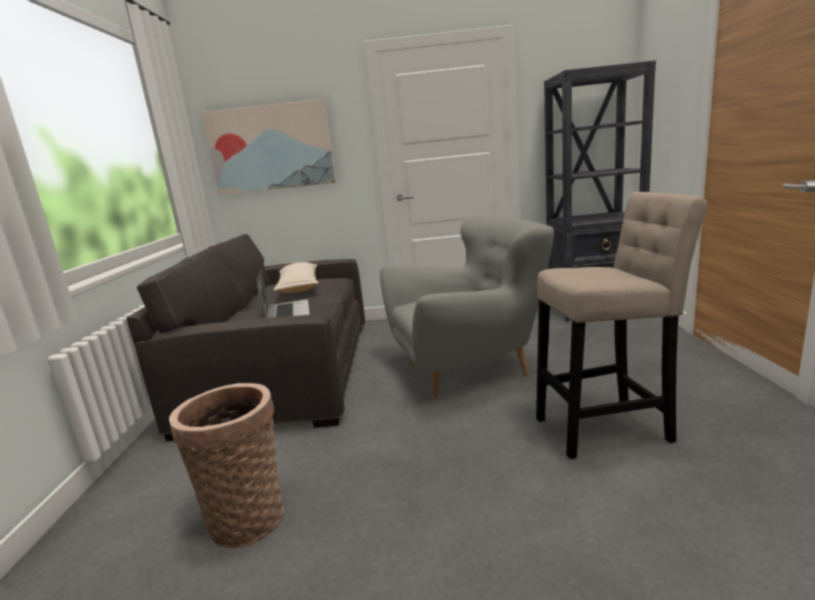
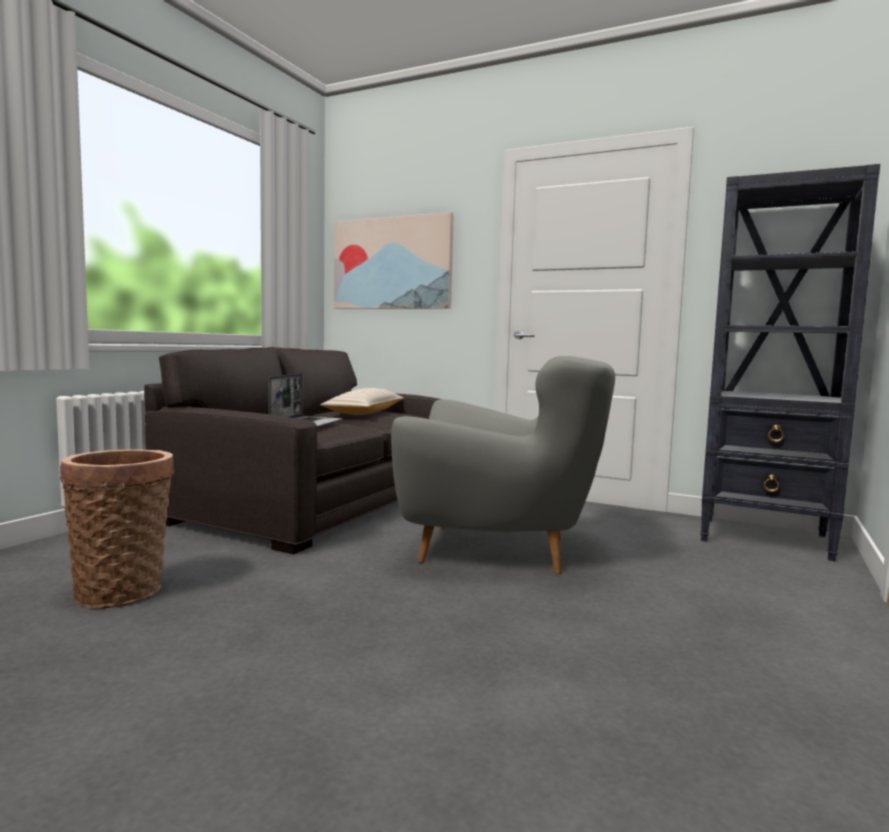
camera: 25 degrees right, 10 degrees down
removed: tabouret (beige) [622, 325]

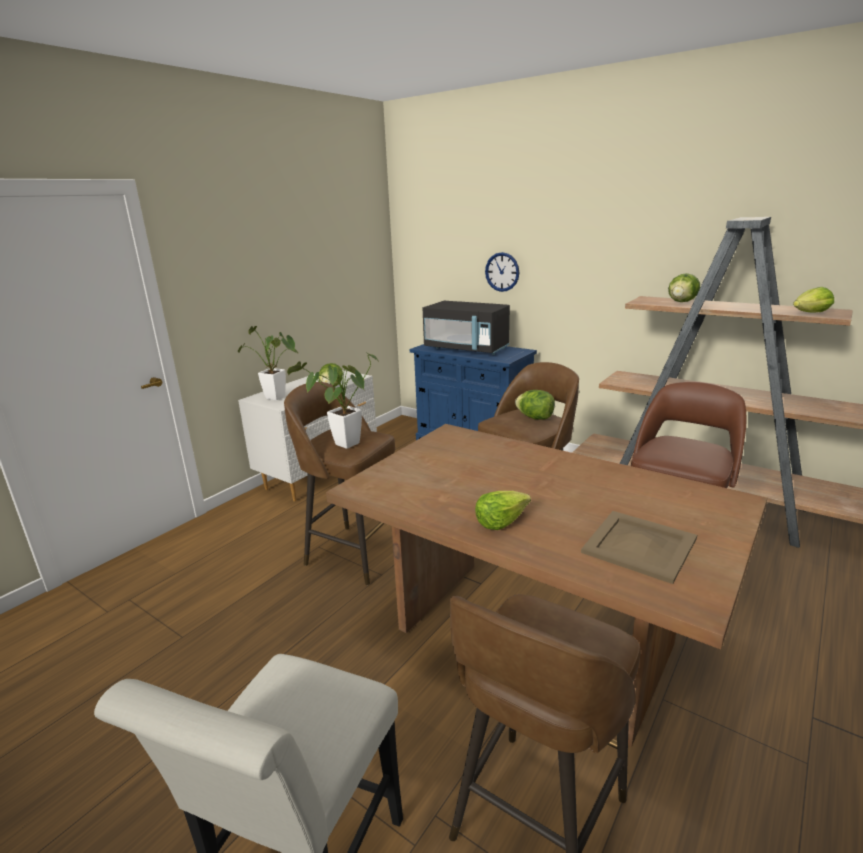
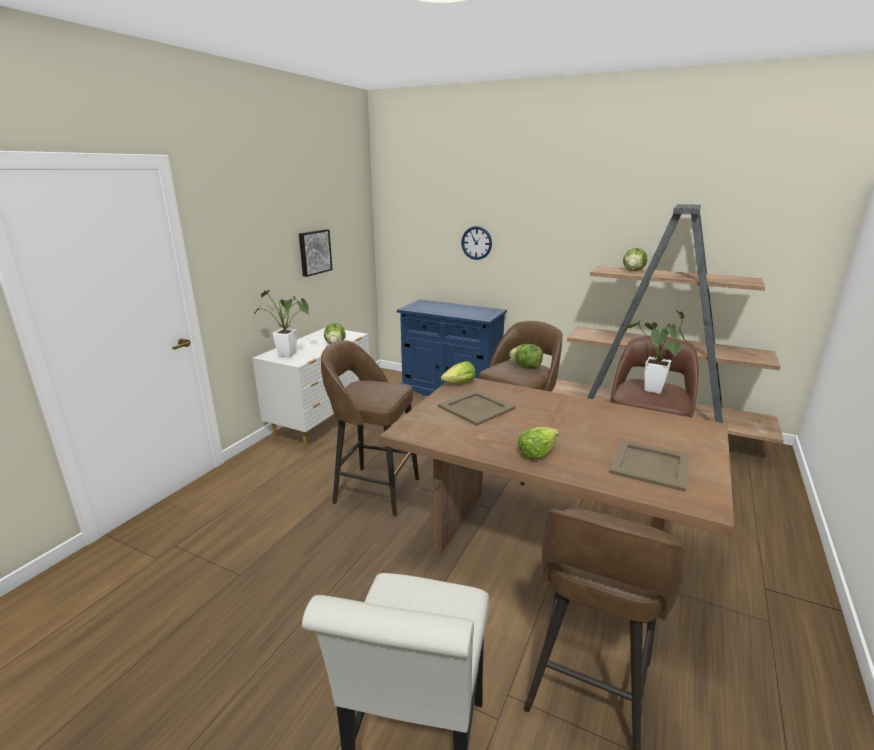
camera: 10 degrees left, 0 degrees up
removed: micro-ondes (noir) [466, 328]
added: tableau [316, 253]; plateau (beige) [477, 408]
moved: plante en pot [333, 401] to [654, 352]; laitue [813, 300] to [458, 372]

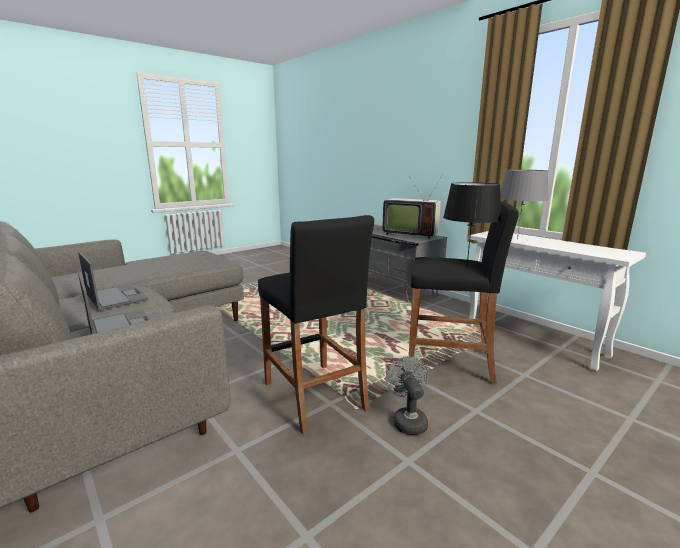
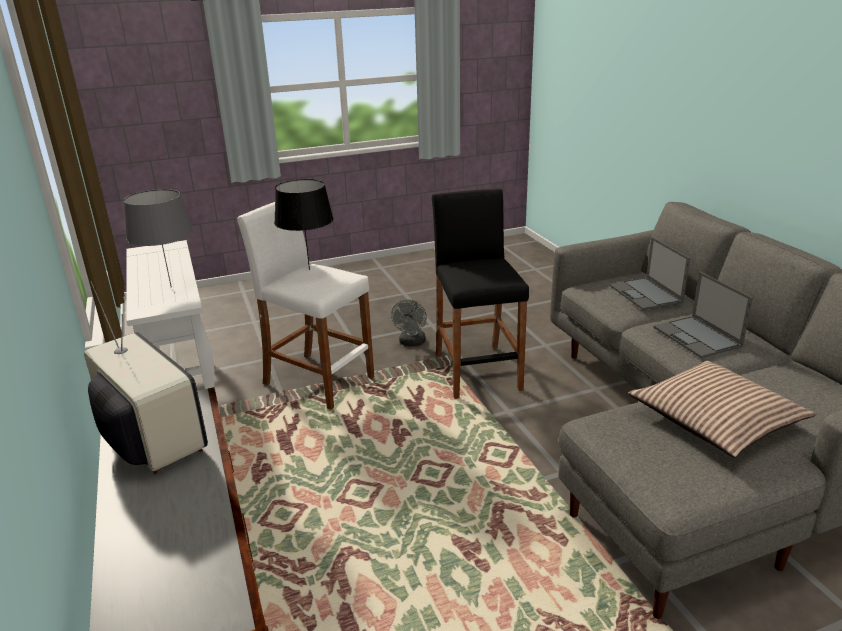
camera: 160 degrees left, 10 degrees up
added: coussin [721, 409]
recoloured: tabouret (noir) [463, 292] to tabouret (blanc) [305, 306]

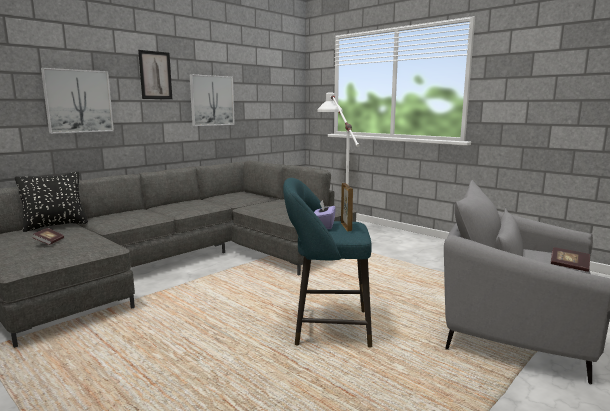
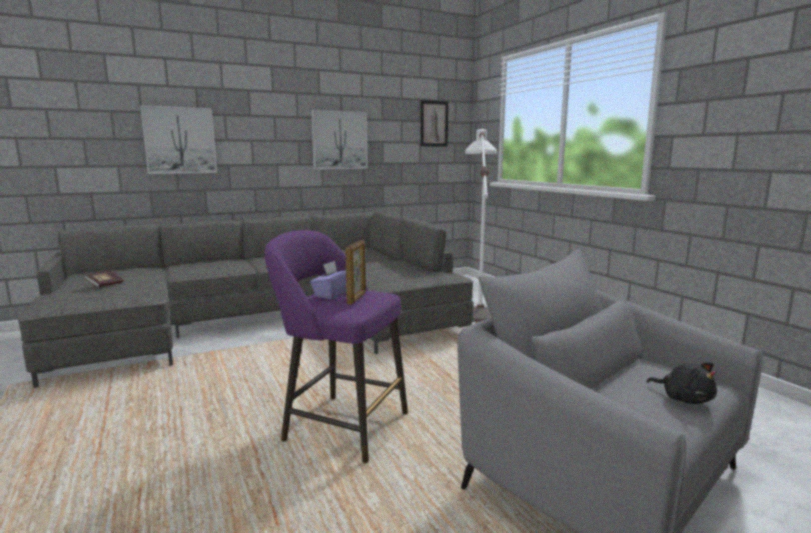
camera: 20 degrees right, 0 degrees up
removed: coussin (noir) [51, 202]
moved: tableau [155, 74] to [434, 123]
replaced: livre [570, 259] to peluche (noir) [682, 383]
recoloured: tabouret (turquoise) [327, 262] to tabouret (violet) [336, 346]

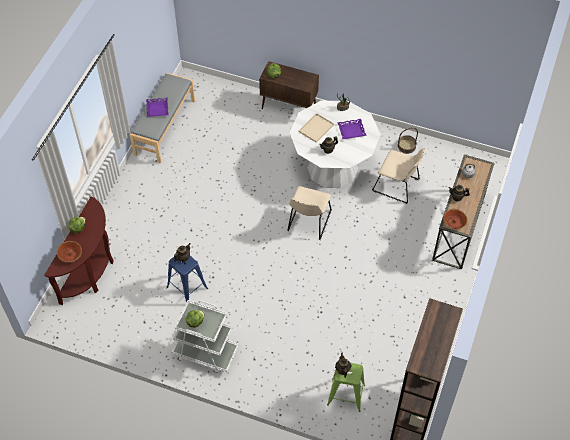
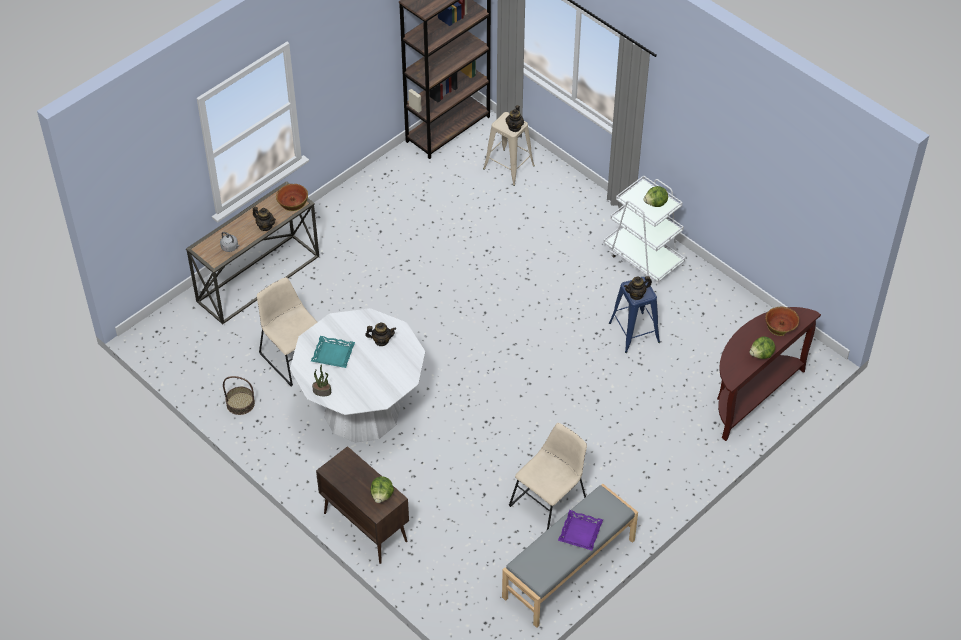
camera: 155 degrees left, 5 degrees down
removed: plateau (beige) [316, 128]
moved: chaise (beige) [309, 213] to [548, 476]
recoloured: tabouret (vert) [346, 387] to tabouret (beige) [509, 149]; plateau (violet) [352, 129] to plateau (turquoise) [333, 352]

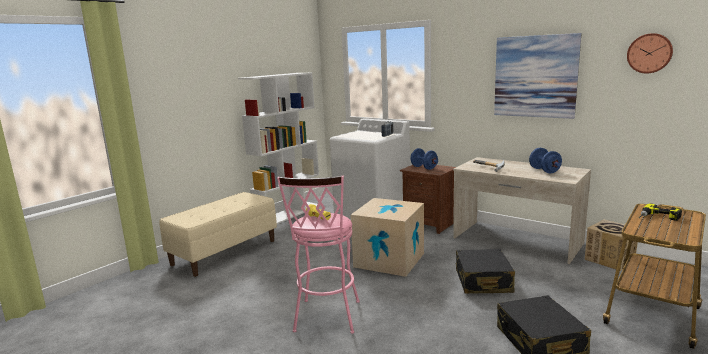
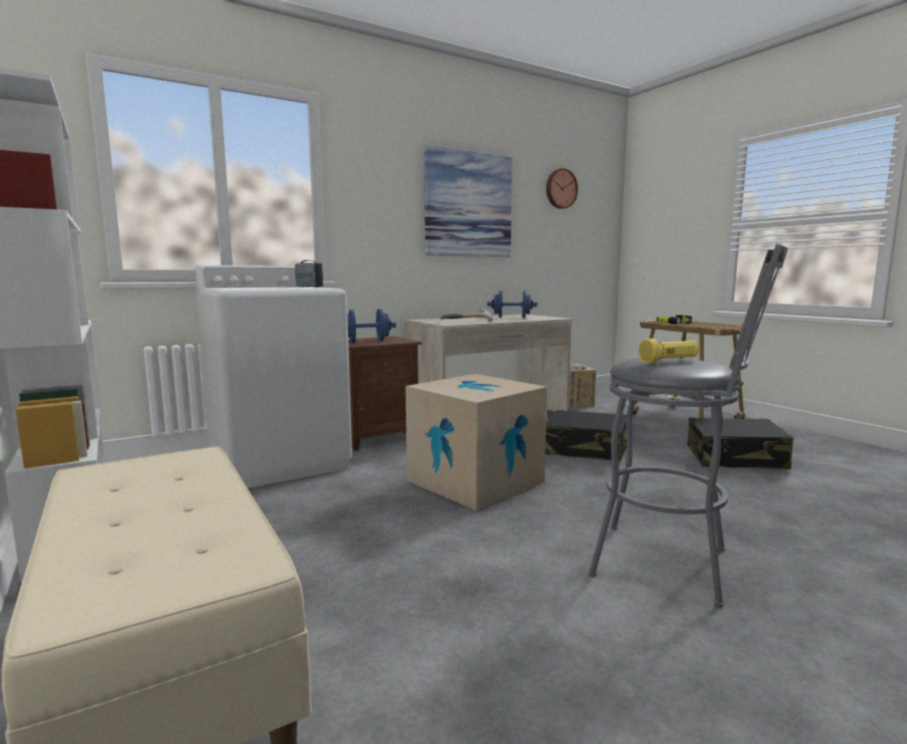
camera: 70 degrees left, 5 degrees down
recoloured: tabouret (rose) [318, 255] to tabouret (gris) [688, 425]

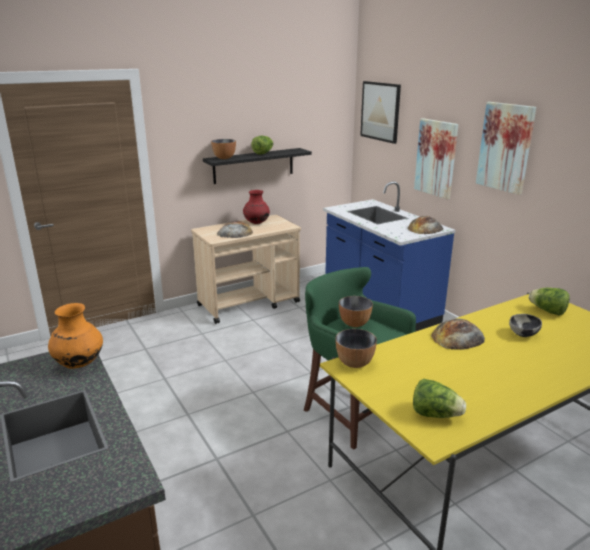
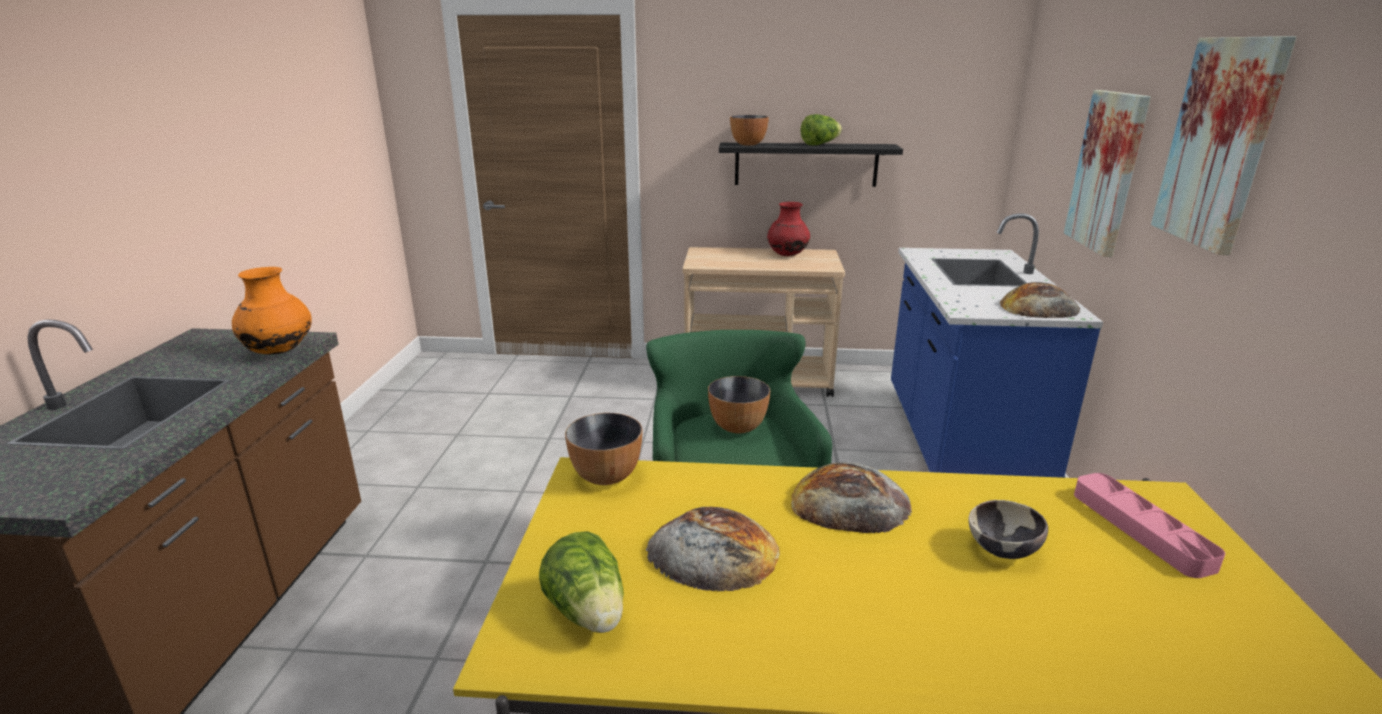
camera: 35 degrees right, 0 degrees up
removed: tableau [380, 112]
moved: pain [235, 229] to [713, 549]
replaced: laitue [549, 302] to plateau (rose) [1149, 525]

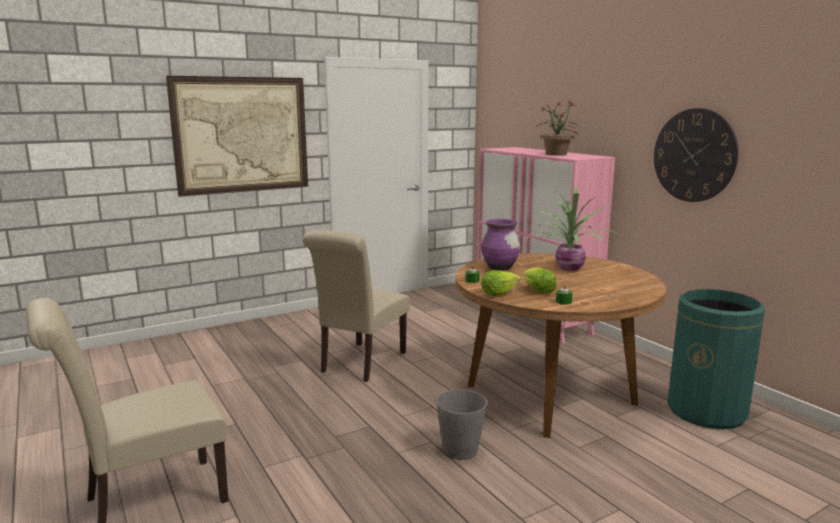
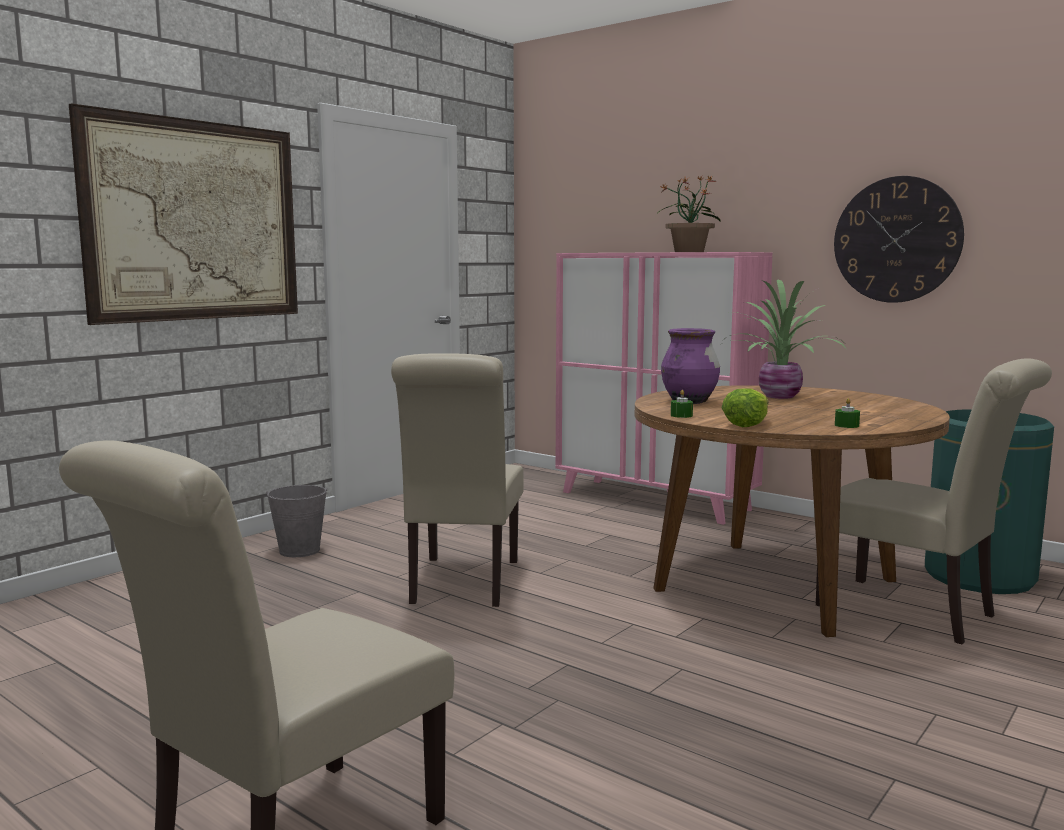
camera: 20 degrees left, 5 degrees down
removed: laitue [539, 281]
added: chaise (beige) [933, 501]
moved: seau (gris) [461, 425] to [296, 521]

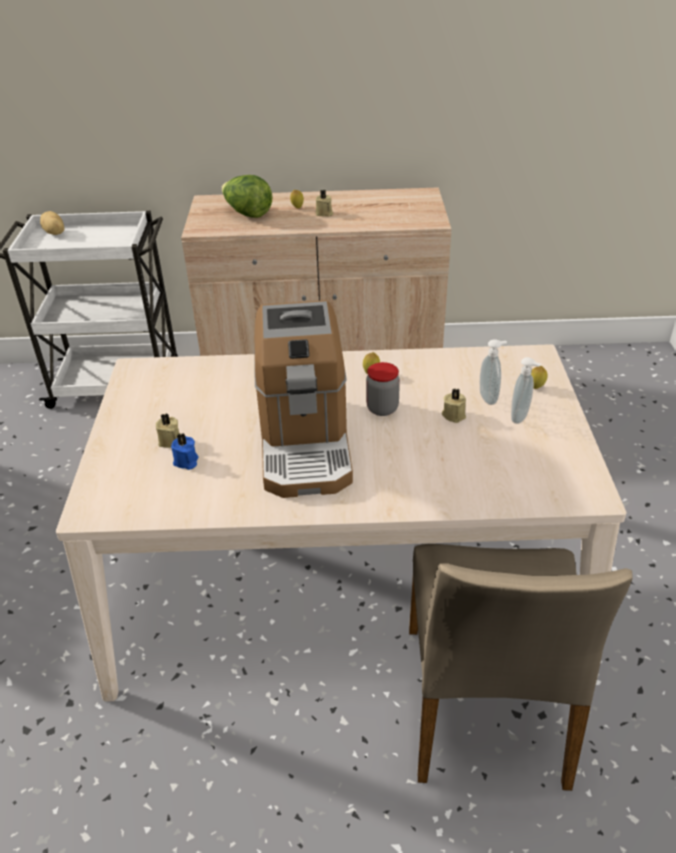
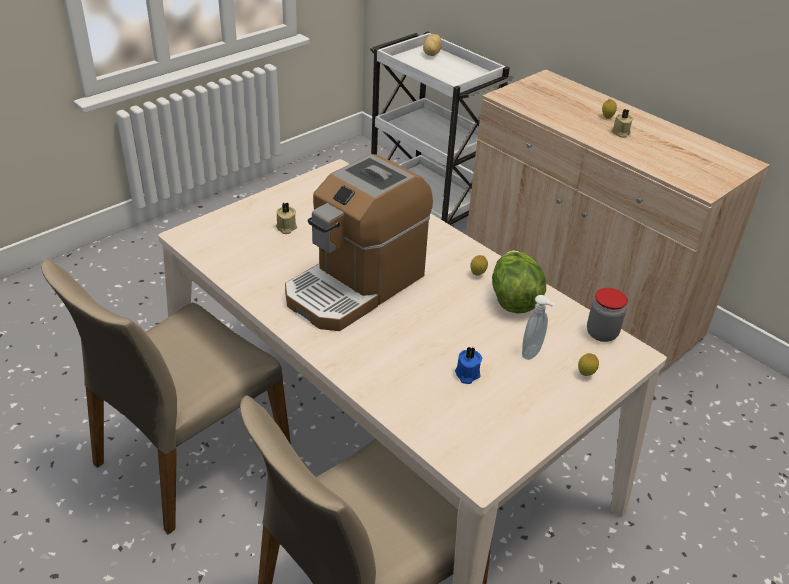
camera: 45 degrees right, 0 degrees up
removed: bougie (beige) [454, 405]; distributeur de savon [526, 390]
added: chaise (beige) [166, 396]
moved: bougie (bleu) [184, 451] to [468, 365]; laitue [247, 196] to [519, 281]; bocal [383, 389] to [607, 315]

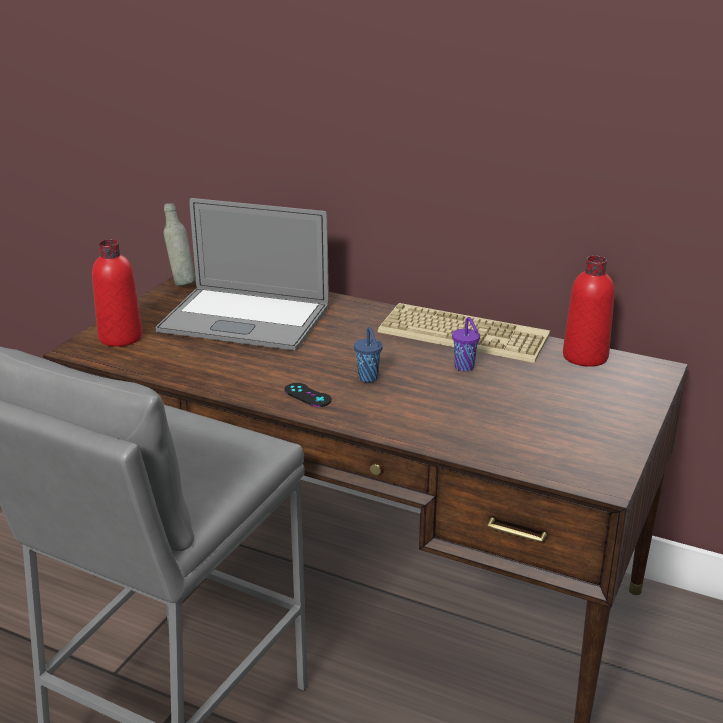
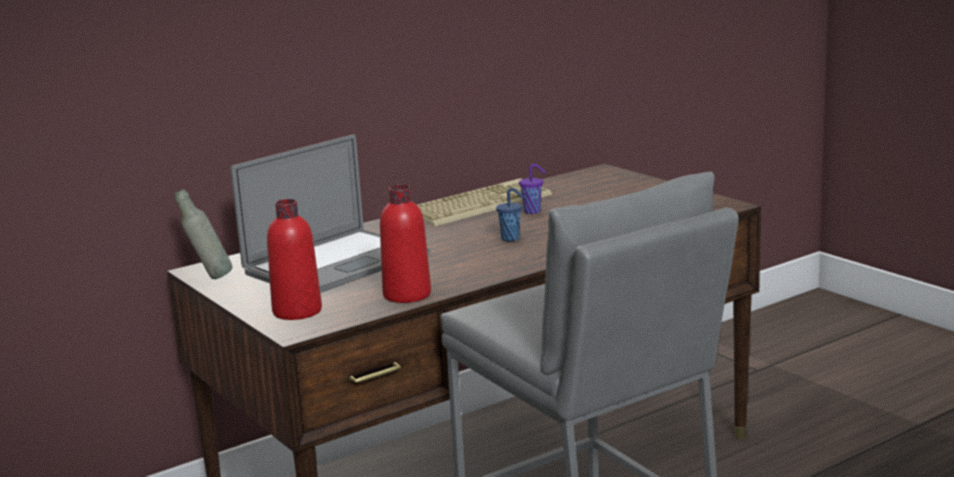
camera: 60 degrees left, 10 degrees down
removed: manette (noir) [308, 395]
moved: bouteille (rouge) [589, 311] to [405, 244]

